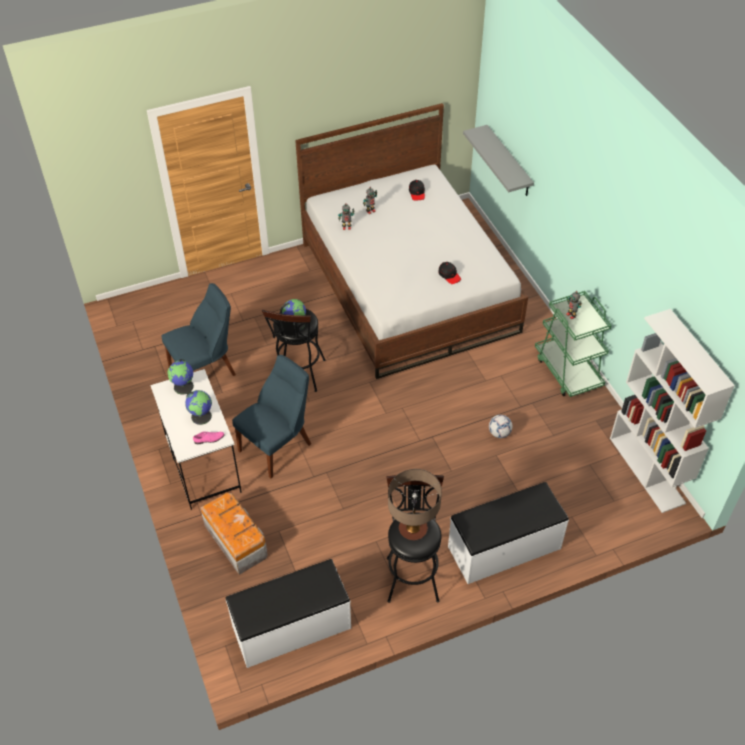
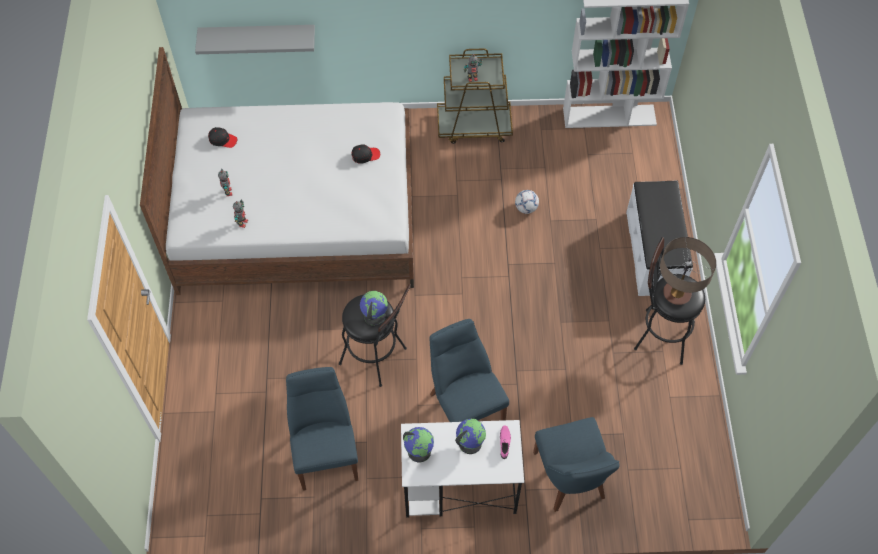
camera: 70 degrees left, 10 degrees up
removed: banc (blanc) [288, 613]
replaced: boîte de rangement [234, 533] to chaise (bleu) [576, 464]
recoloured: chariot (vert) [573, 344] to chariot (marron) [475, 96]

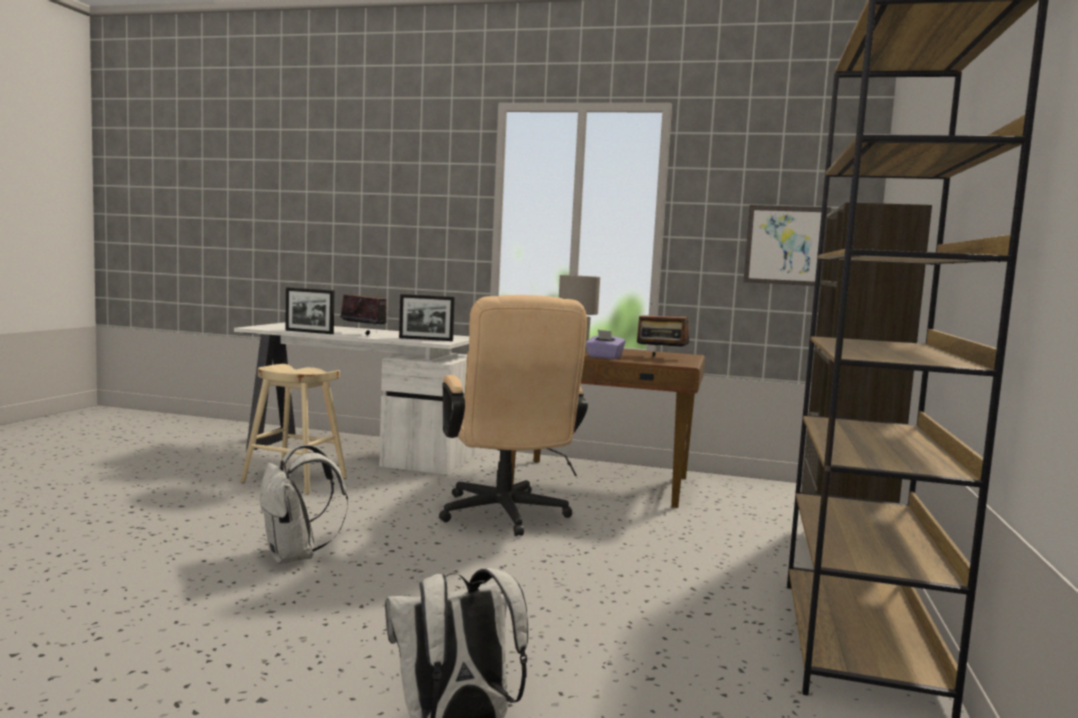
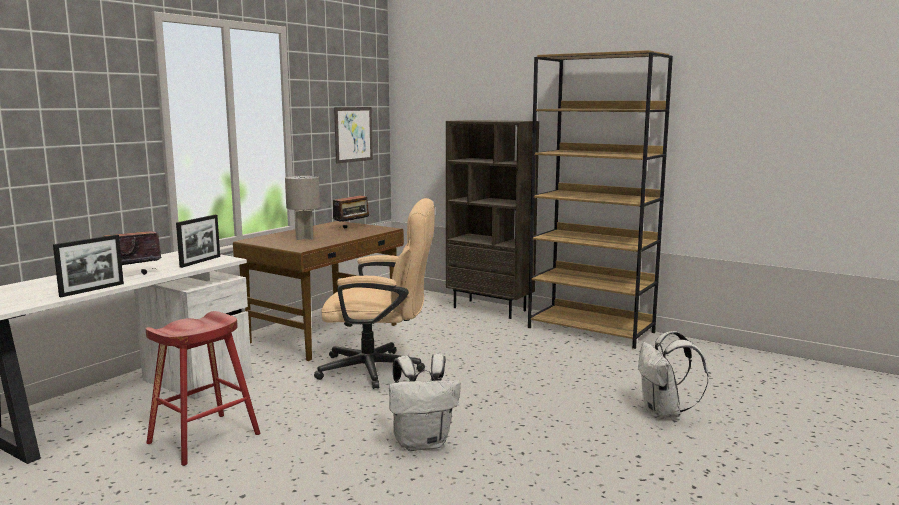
camera: 70 degrees left, 5 degrees up
removed: boîte à mouchoirs (violet) [605, 344]
recoloured: tabouret (beige) [293, 429] to tabouret (rouge) [203, 388]

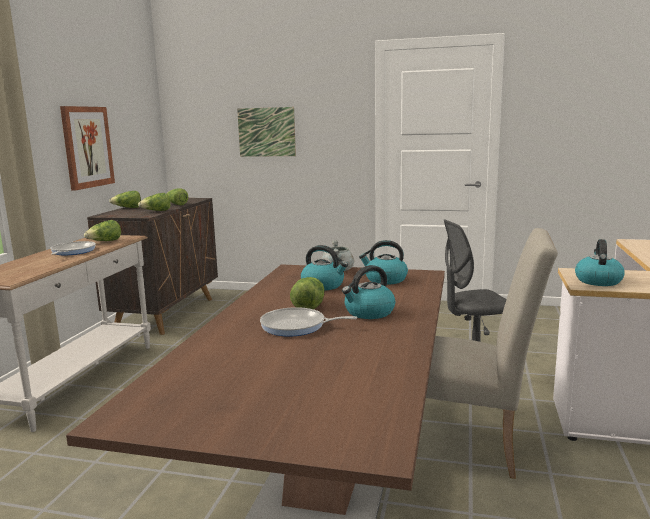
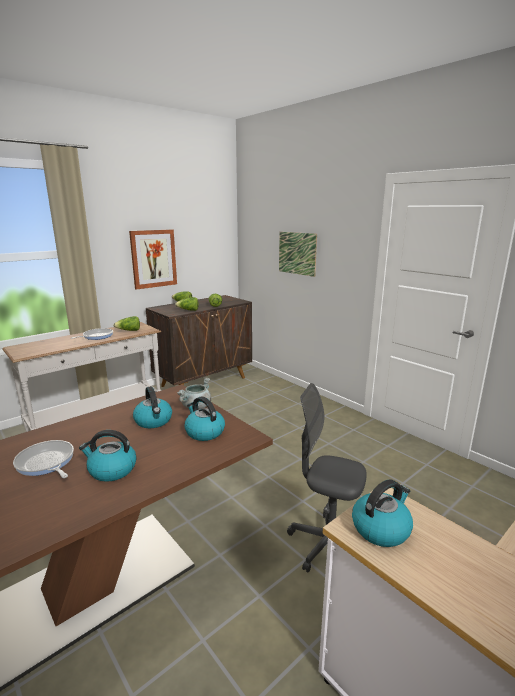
camera: 35 degrees right, 5 degrees up
removed: laitue [307, 293]; chaise (beige) [492, 353]

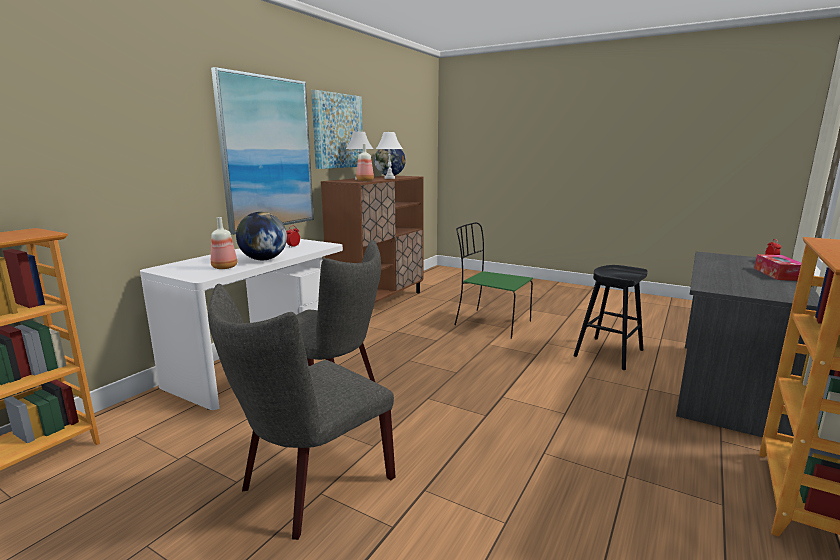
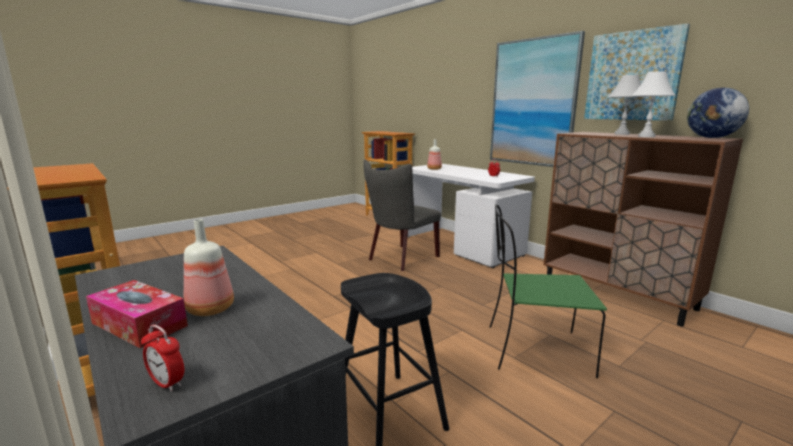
camera: 110 degrees right, 0 degrees up
removed: chaise (gris) [302, 412]; globe [261, 236]
moved: bouteille [365, 162] to [209, 267]
turned: chaise (vert) [493, 280] = [548, 291] 135 degrees counterclockwise

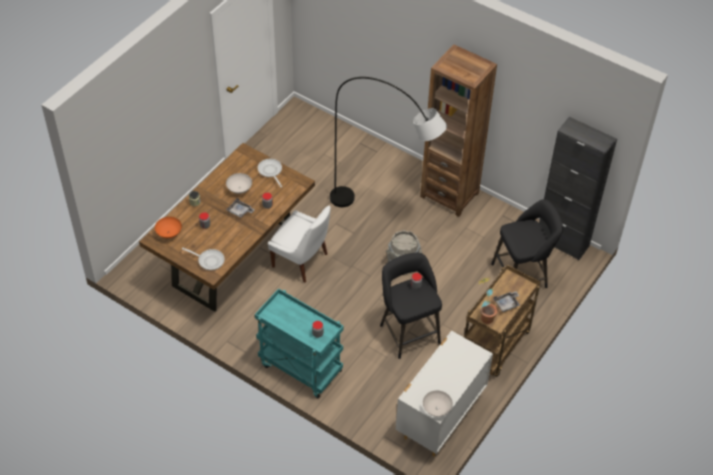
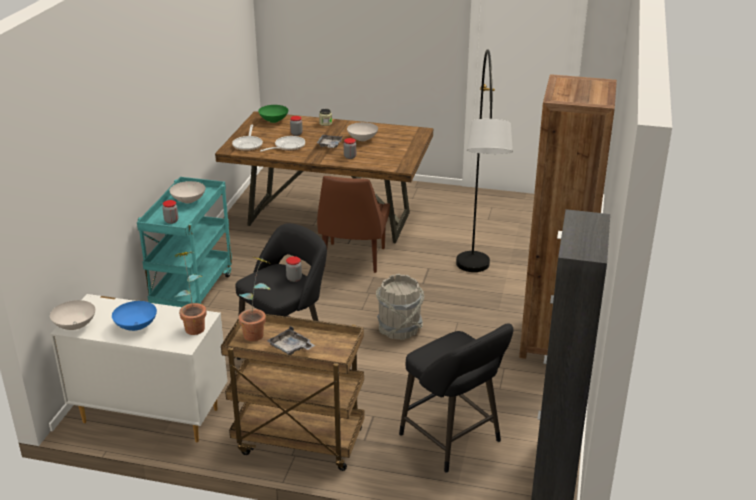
camera: 70 degrees right, 20 degrees down
added: bol (bleu) [134, 316]; bol (blanc) [187, 192]; plante en pot [190, 293]
moved: poêle [270, 173] to [282, 144]
recoloured: bol (orange) [168, 227] to bol (vert) [273, 114]; chaise (blanc) [299, 244] to chaise (marron) [353, 224]

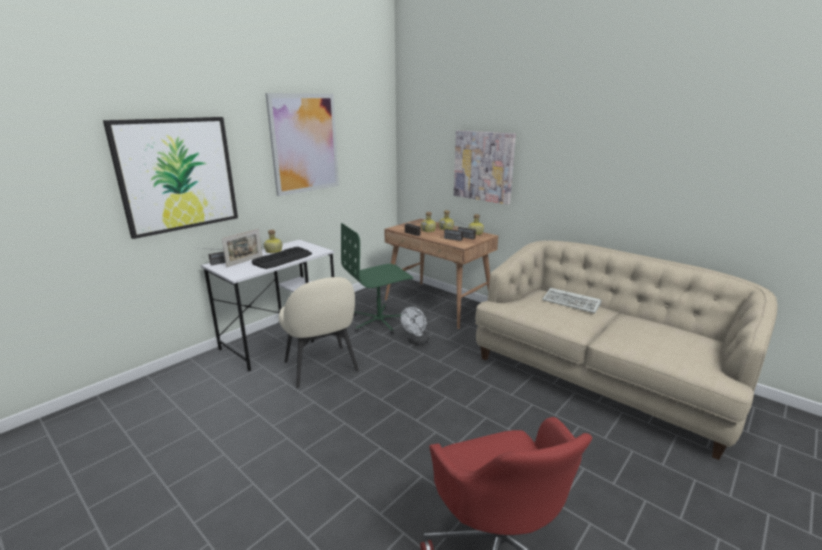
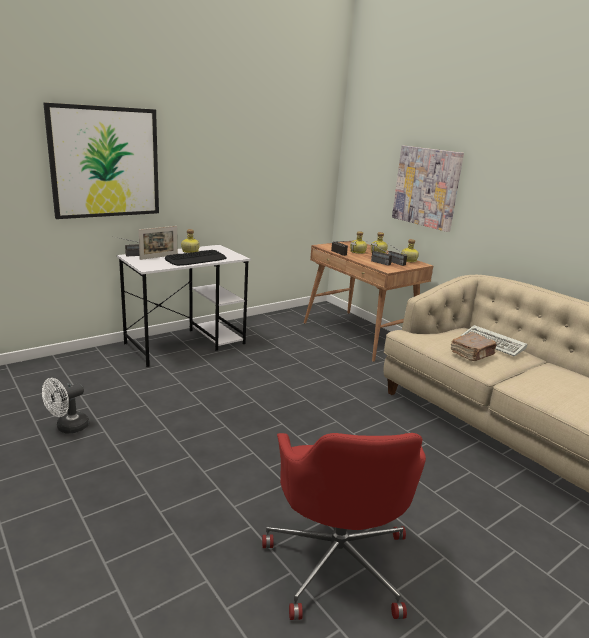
camera: 10 degrees right, 0 degrees up
removed: tableau [302, 144]; chaise (beige) [319, 332]; chaise de bureau (vert) [377, 278]
added: livre (marron) [474, 346]
moved: ventilateur (blanc) [415, 326] to [65, 405]

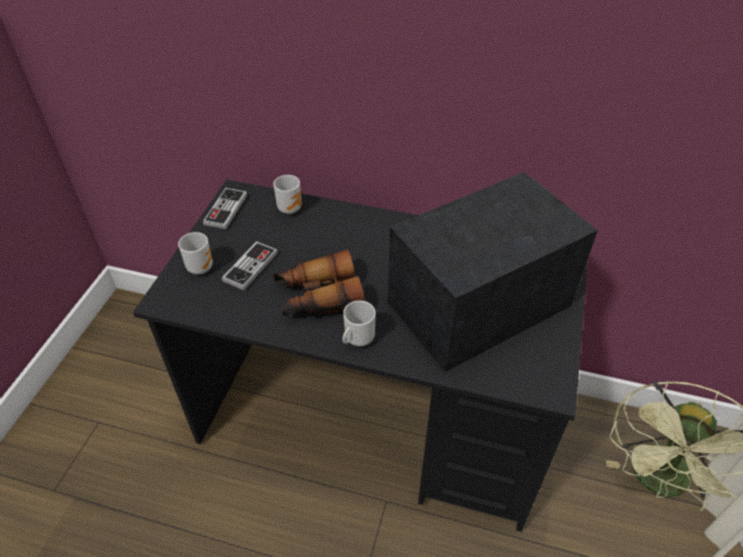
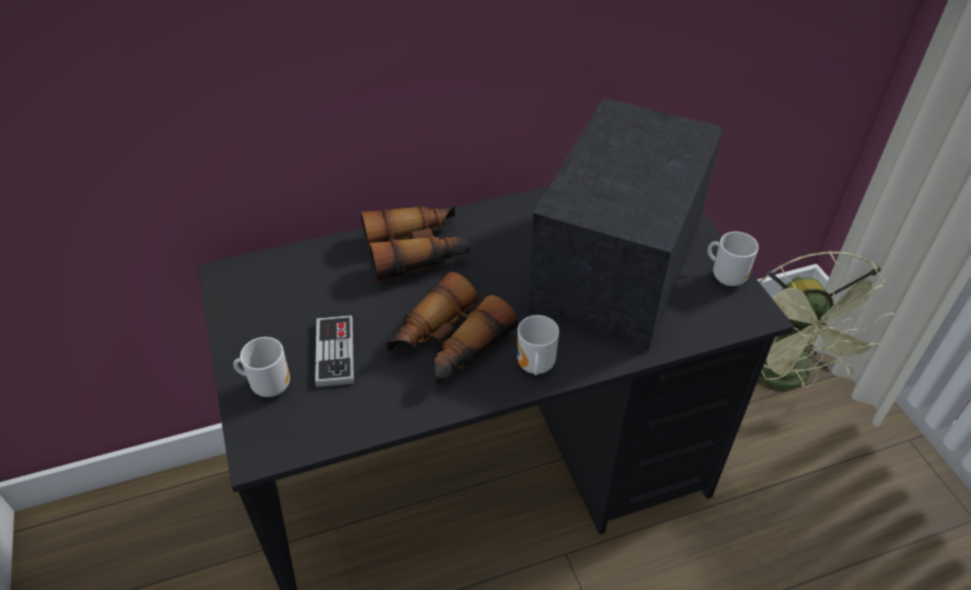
camera: 35 degrees left, 0 degrees up
removed: manette [225, 208]
added: jumelles [415, 244]
moved: mug [287, 194] to [733, 259]

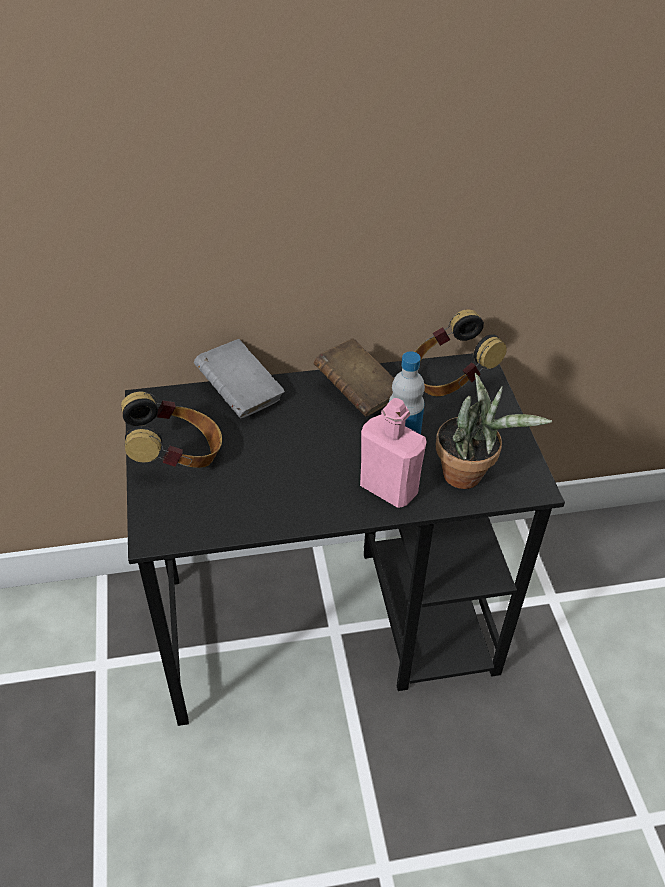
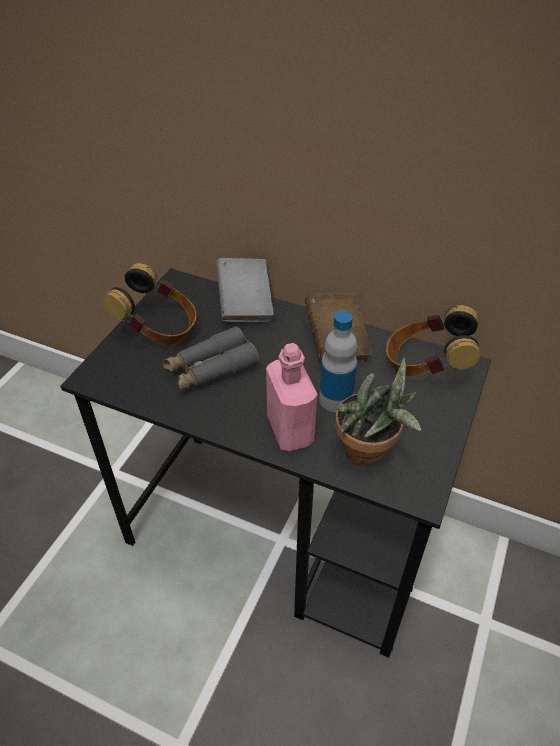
camera: 35 degrees right, 0 degrees up
added: jumelles (gris) [210, 358]

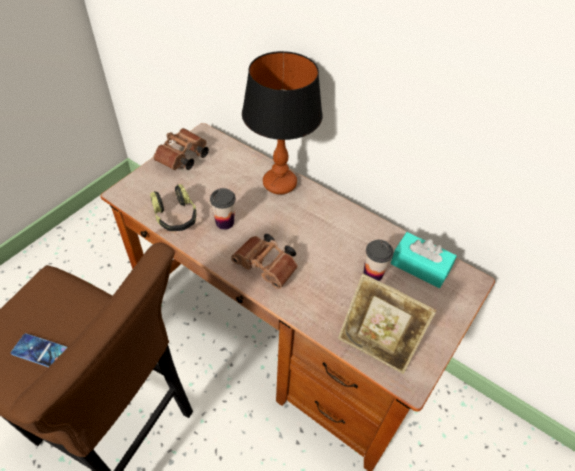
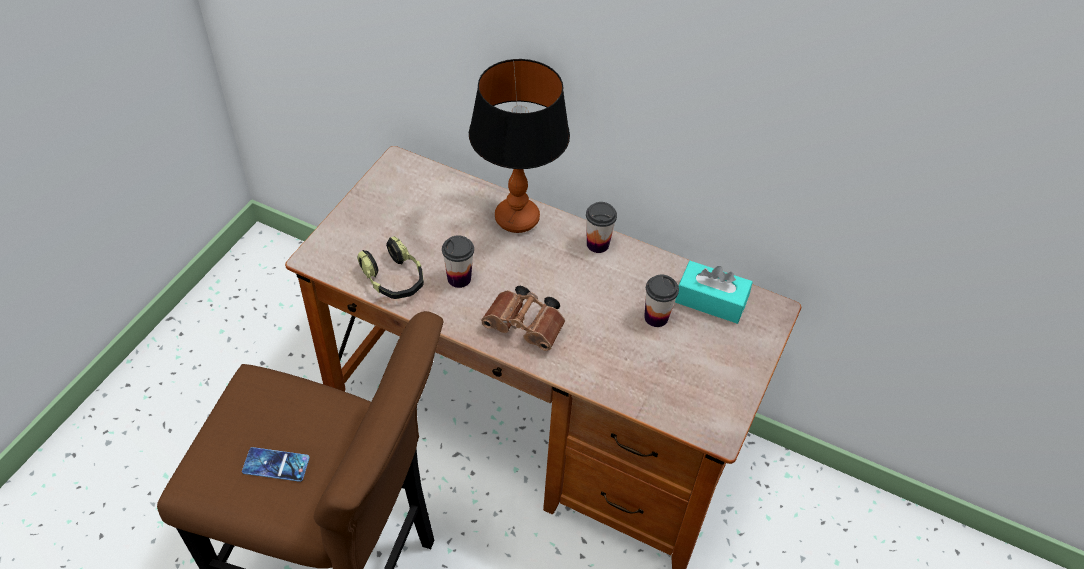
camera: 10 degrees left, 0 degrees up
removed: jumelles (marron) [181, 149]; cadre photo [387, 324]
added: tasse [601, 227]

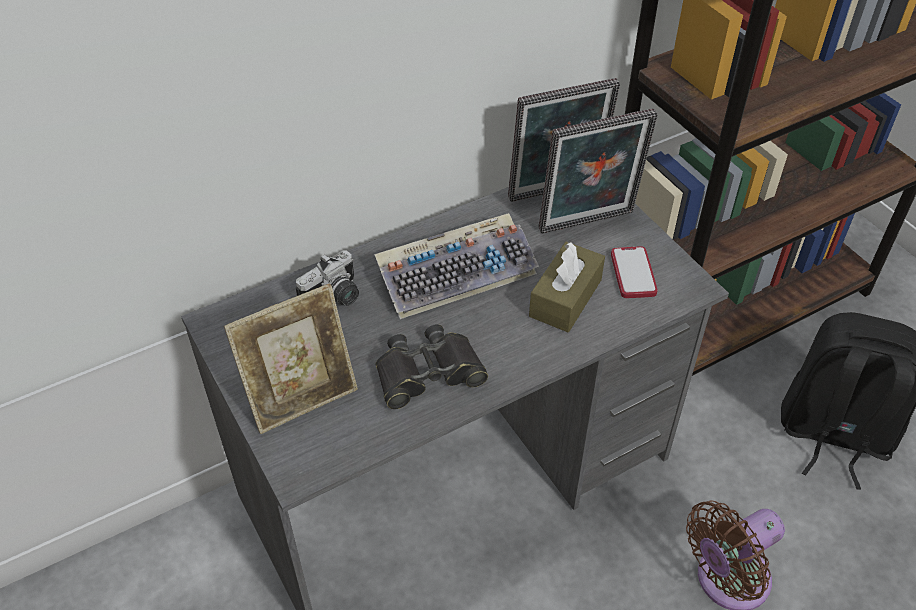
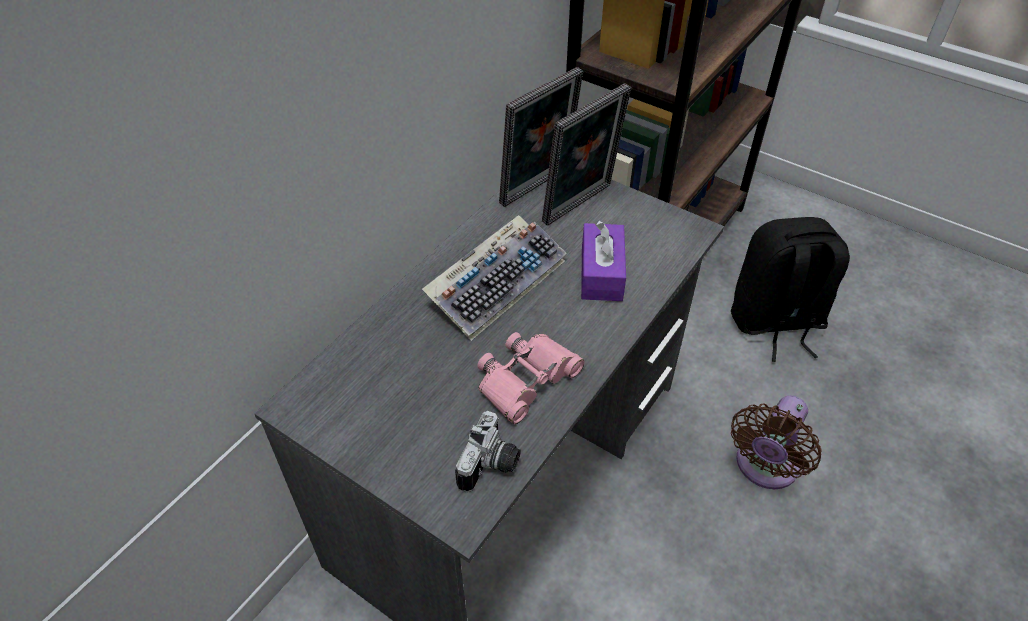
camera: 25 degrees left, 0 degrees up
removed: cadre photo [291, 358]; téléphone [634, 272]
moved: appareil photo [327, 278] to [488, 451]
recoloured: jumelles (noir) [431, 366] to jumelles (rose) [531, 378]; boîte à mouchoirs (marron) [567, 287] to boîte à mouchoirs (violet) [603, 260]

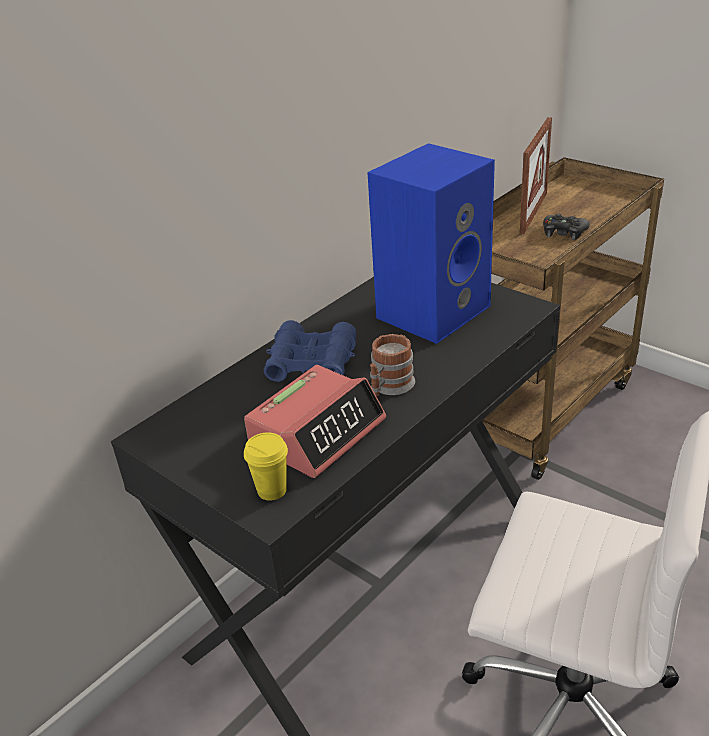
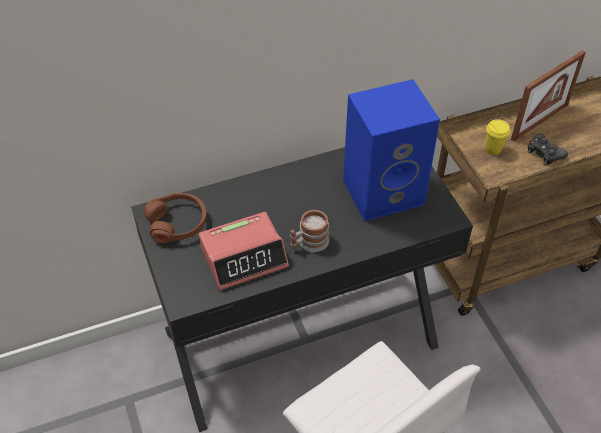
camera: 25 degrees right, 15 degrees up
removed: jumelles (bleu) [310, 351]
added: casque audio (marron) [175, 218]
moved: tasse (jaune) [266, 466] to [497, 137]

